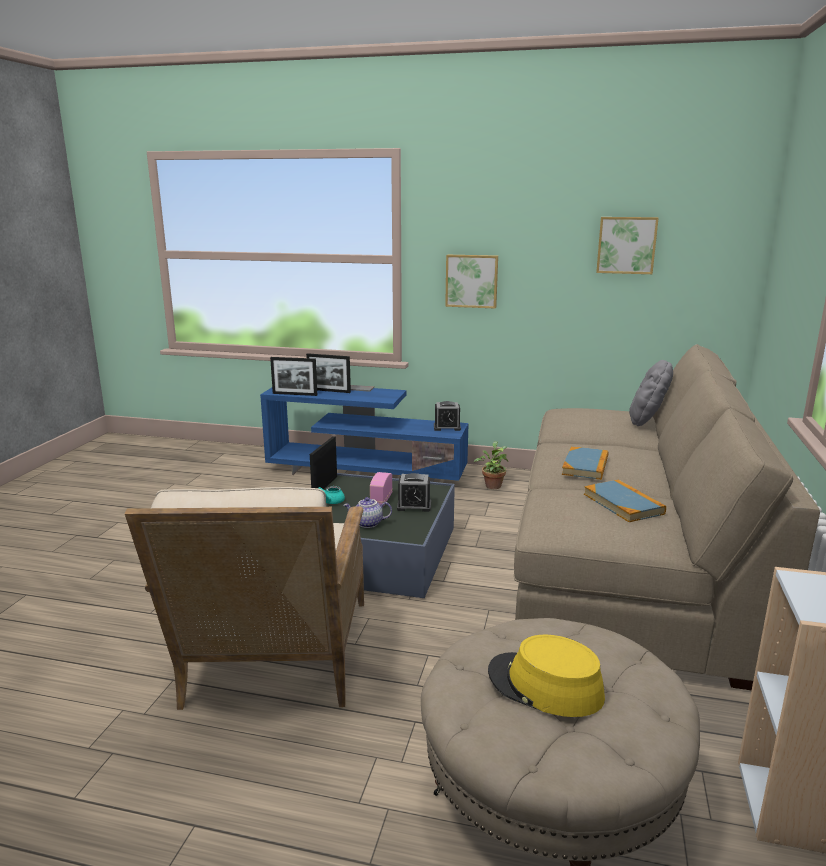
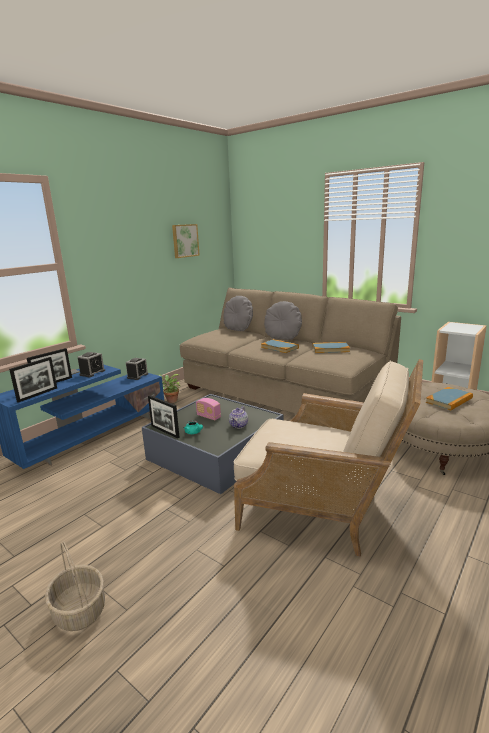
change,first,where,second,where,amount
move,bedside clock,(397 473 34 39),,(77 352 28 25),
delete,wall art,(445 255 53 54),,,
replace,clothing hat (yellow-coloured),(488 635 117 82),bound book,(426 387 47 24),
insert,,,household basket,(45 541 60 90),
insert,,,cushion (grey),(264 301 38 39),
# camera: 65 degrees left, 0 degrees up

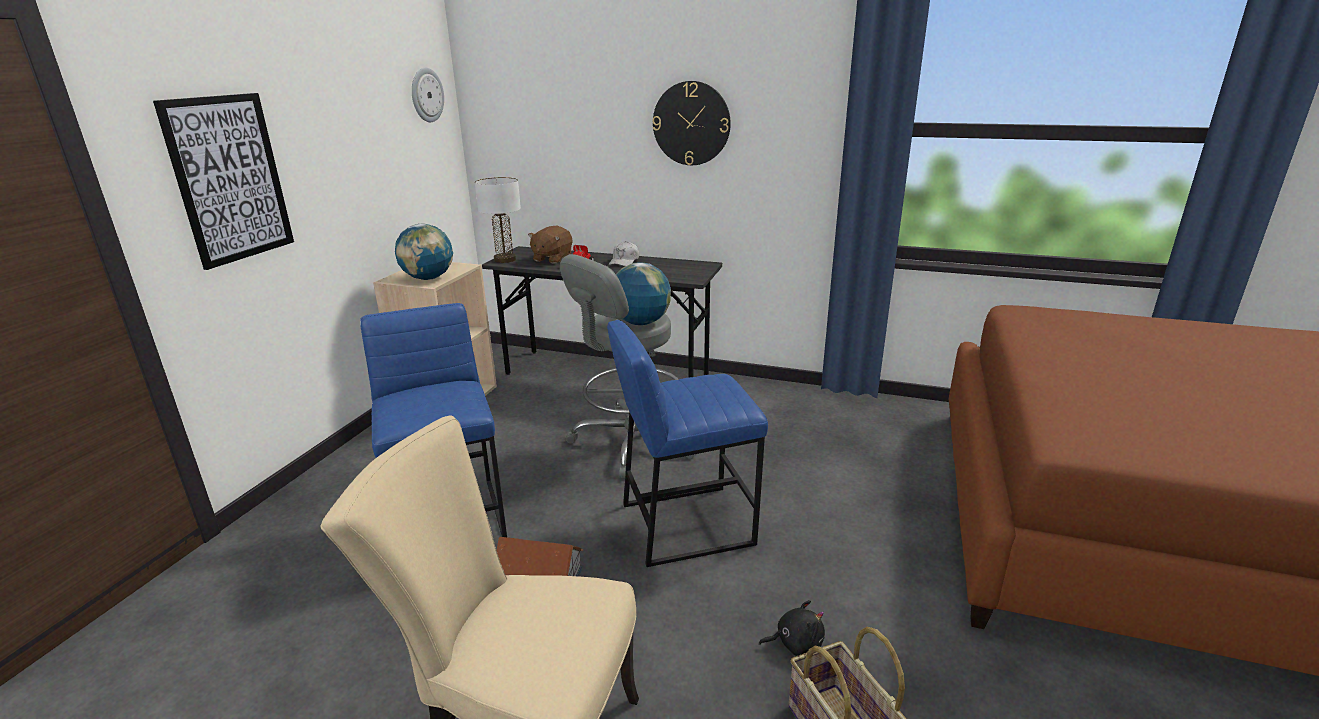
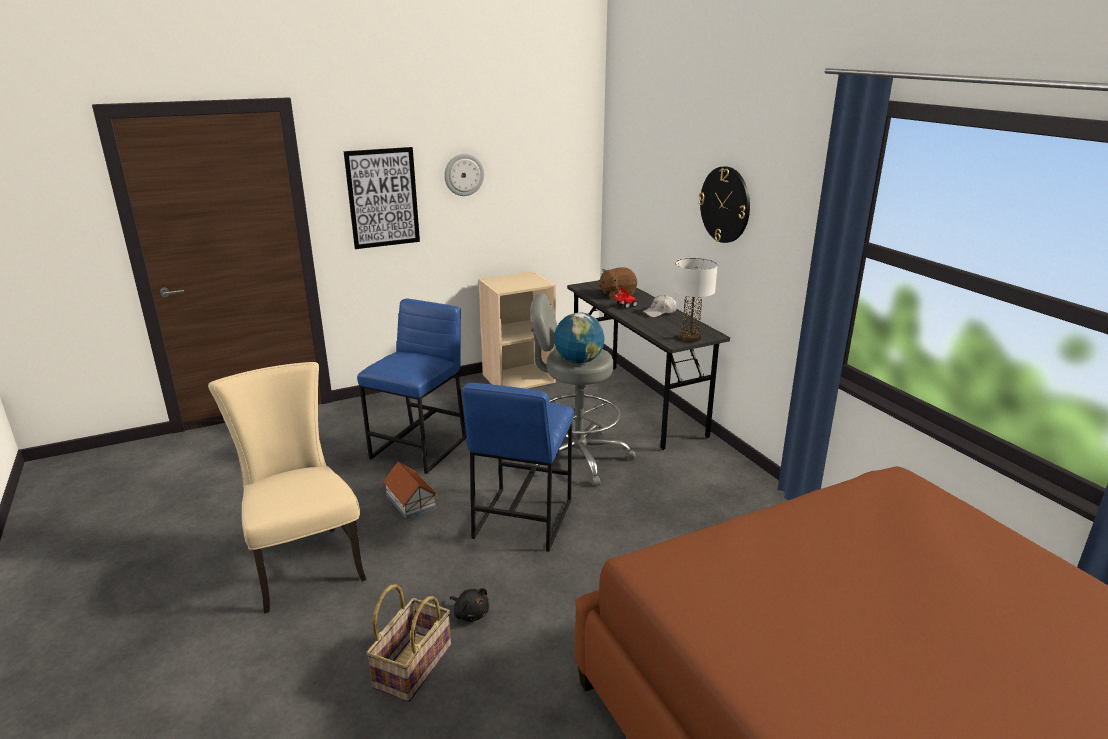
change,first,where,second,where,amount
delete,world globe,(395 224 58 56),,,
move,clock on the wall,(412 68 32 54),,(444 153 40 43),
move,tabletop lamp,(475 177 46 86),,(673 258 45 84),
rotate,plain chair (blue-coloured),(607 320 161 247),,(462 383 112 169),105 degrees counterclockwise
# camera: 45 degrees right, 0 degrees up

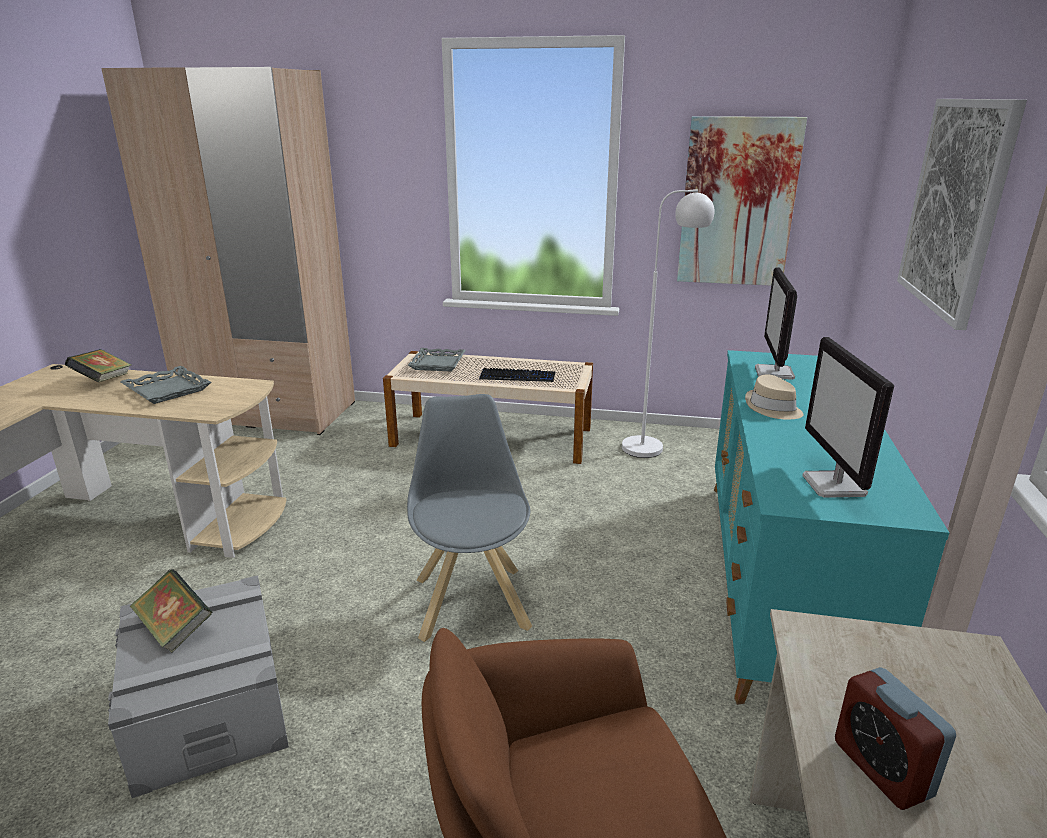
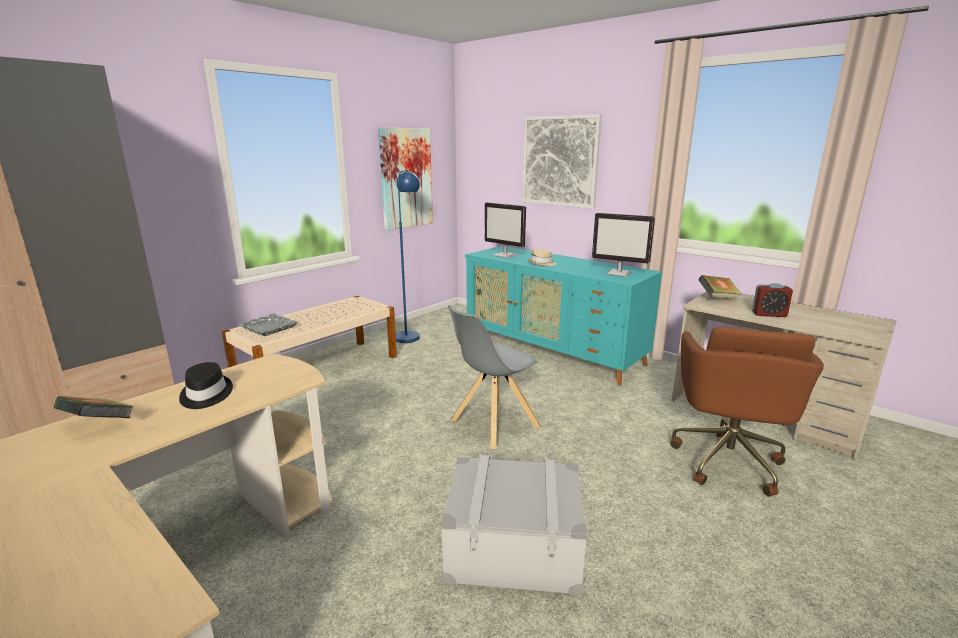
change,first,where,second,where,amount
replace,serving tray (grey),(121 366 90 38),clothing hat (black-coloured),(179 362 54 47),
move,bound book,(129 569 83 84),,(698 275 44 25),
rotate,plain chair (grey),(407 394 125 248),,(448 305 93 144),60 degrees counterclockwise
delete,computer keyboard,(479 368 76 14),,,
recolor,floor lamp (whitish),(622 189 92 269),floor lamp (blue-coloured),(396 170 24 173),
# camera: 60 degrees left, 5 degrees down

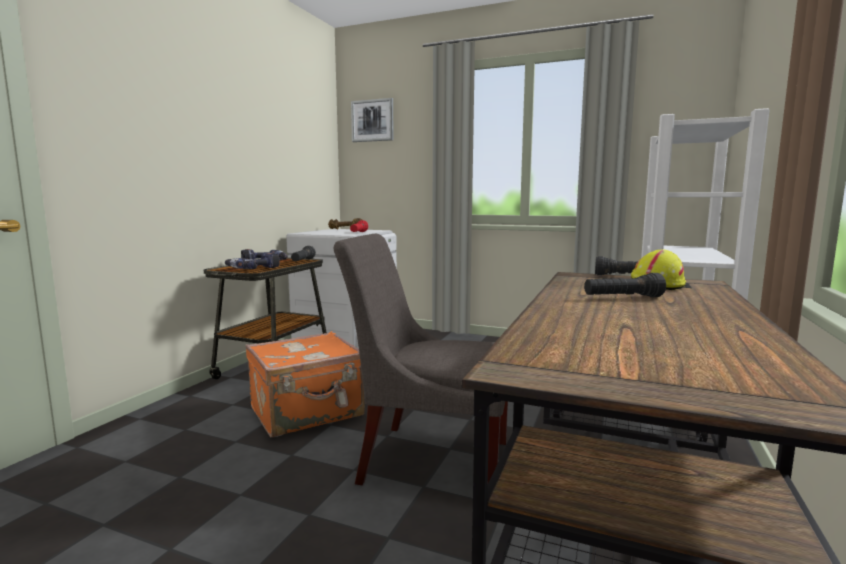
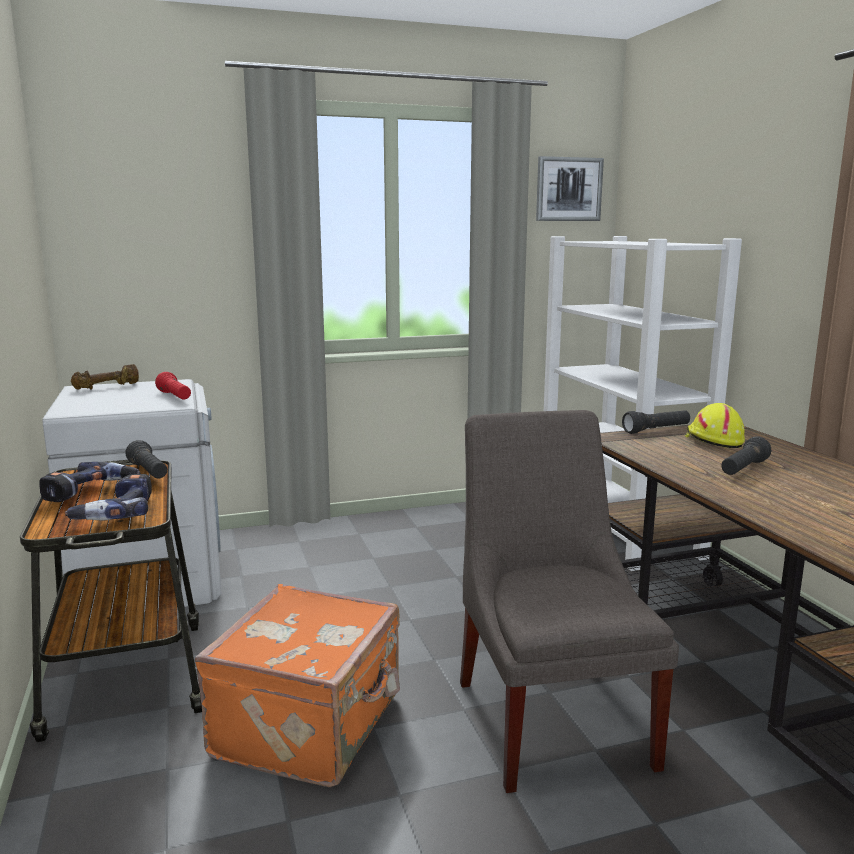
change,first,where,second,where,amount
rotate,plain chair (grey),(334 234 174 251),,(460 410 219 383),105 degrees clockwise
move,wall art,(351 98 43 44),,(536 156 68 65),
# camera: 40 degrees left, 5 degrees up

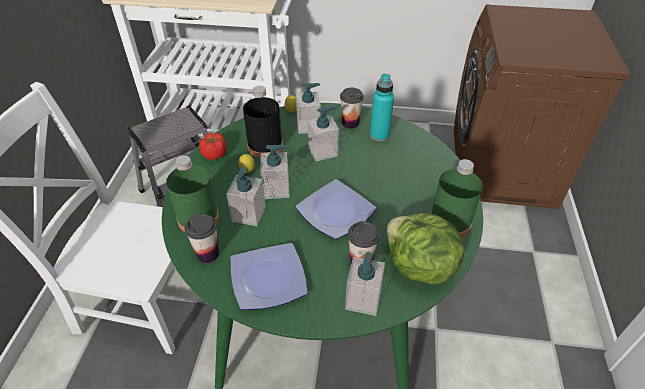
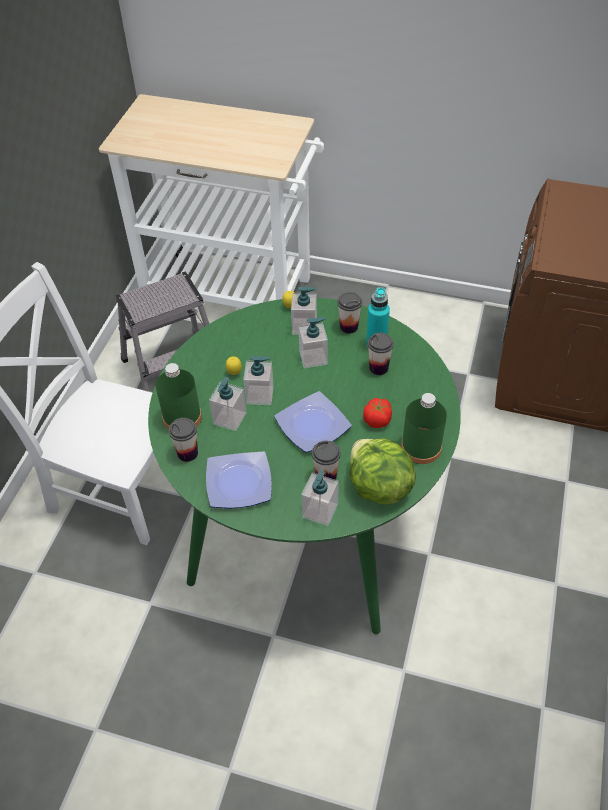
change,first,where,second,where,amount
move,tomato,(199 133 28 27),,(363 398 29 30),
delete,beverage bottle (black-coloured),(243 86 40 72),,,
insert,,,cup,(368 333 26 42),
# camera: 10 degrees right, 5 degrees up

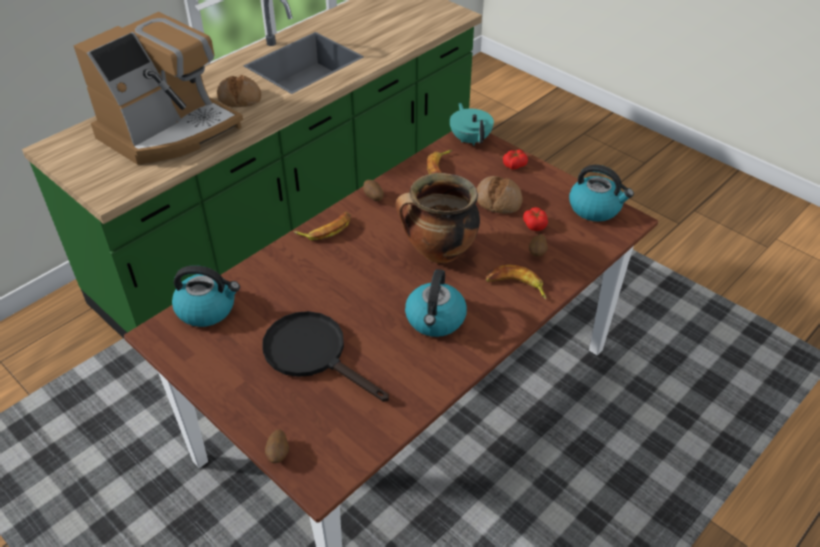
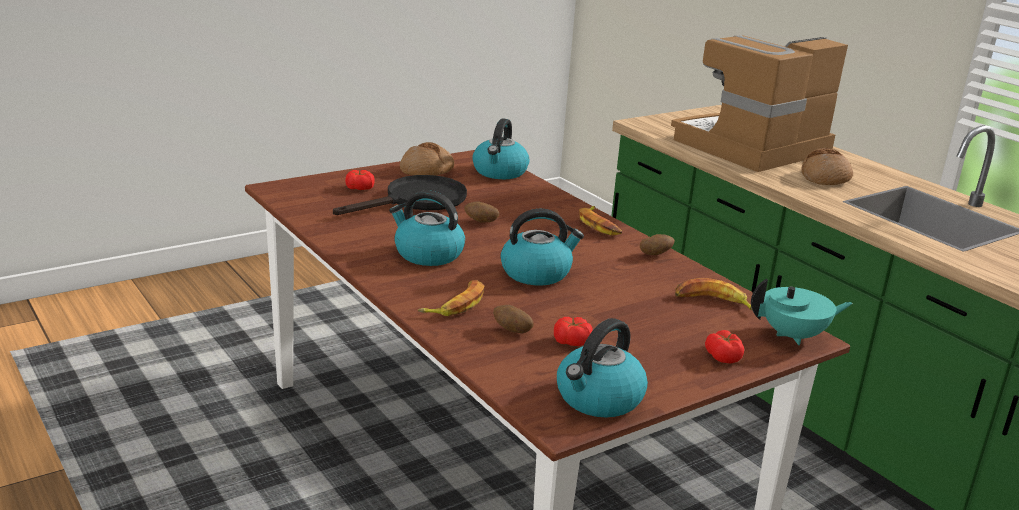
change,first,where,second,where,amount
rotate,coffee maker,(74 12 169 153),,(671 35 177 137),90 degrees clockwise
move,whole potato,(265 430 24 33),,(464 201 35 22),
replace,stockpot,(395 173 85 90),kettle,(500 209 84 76),
move,baked bread,(477 176 45 38),,(400 142 54 34),
insert,,,tomato,(345 170 30 20),
# camera: 100 degrees right, 20 degrees down

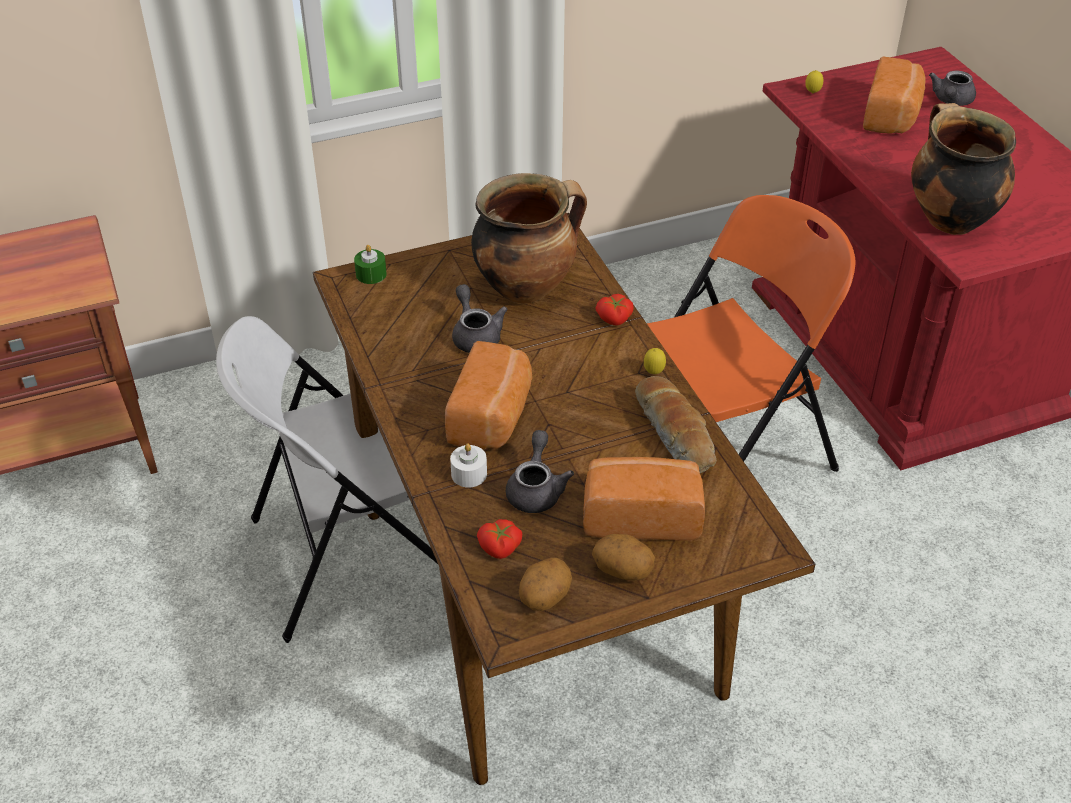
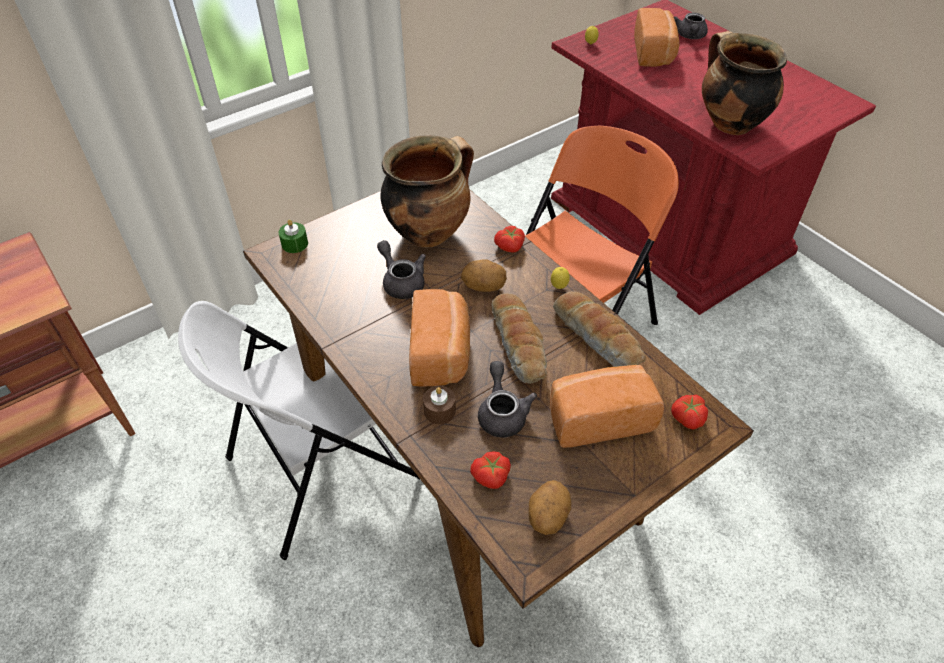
change,first,where,second,where,amount
recolor,wax light (whitish),(450 444 37 44),wax light (brownish),(423 386 33 38),
move,whole potato,(592 534 63 46),,(461 259 46 33),
insert,,,baked bread,(491 293 56 91),
insert,,,tomato,(671 395 37 35),
# camera: 15 degrees left, 5 degrees up

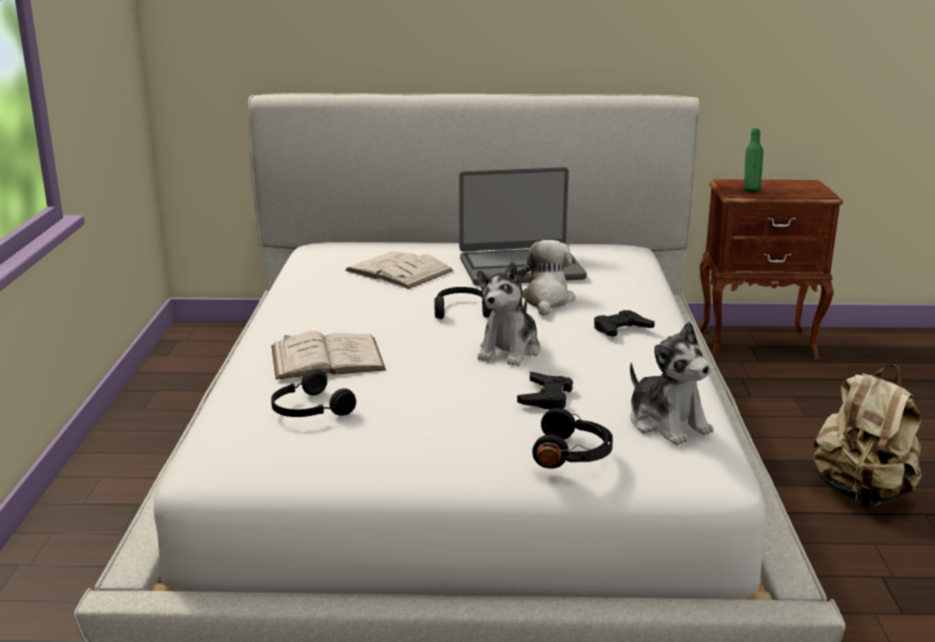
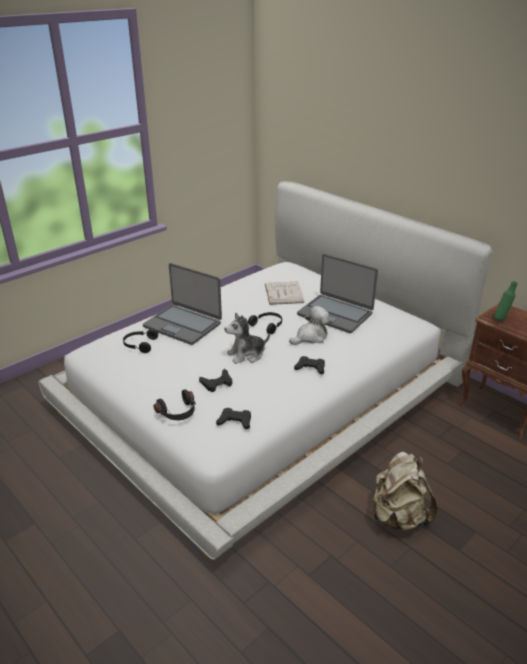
change,first,where,second,where,amount
replace,bound book (whitish),(271 331 115 48),laptop,(143 263 79 82),
replace,plush toy,(630 322 84 123),gamepad (black-coloured),(216 408 35 21),
# camera: 45 degrees right, 10 degrees up

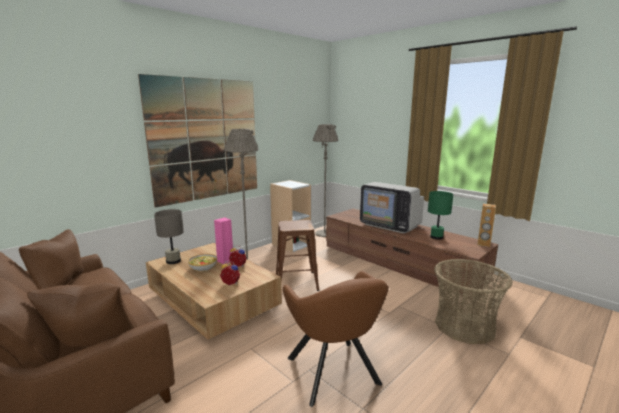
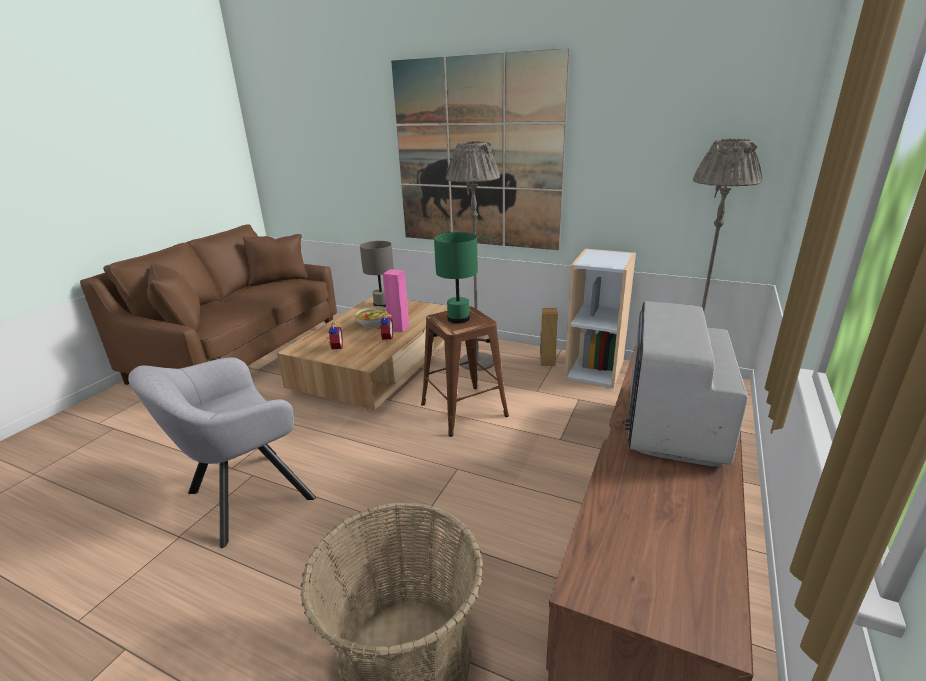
change,first,where,second,where,amount
recolor,easy chair (brownish),(283 271 106 136),easy chair (grey),(128 357 188 191),
move,tabletop lamp (green-coloured),(428 191 25 49),,(434 232 44 91),
move,audio speaker (brownish),(478 204 18 43),,(540 308 18 58),
# camera: 70 degrees right, 10 degrees up

